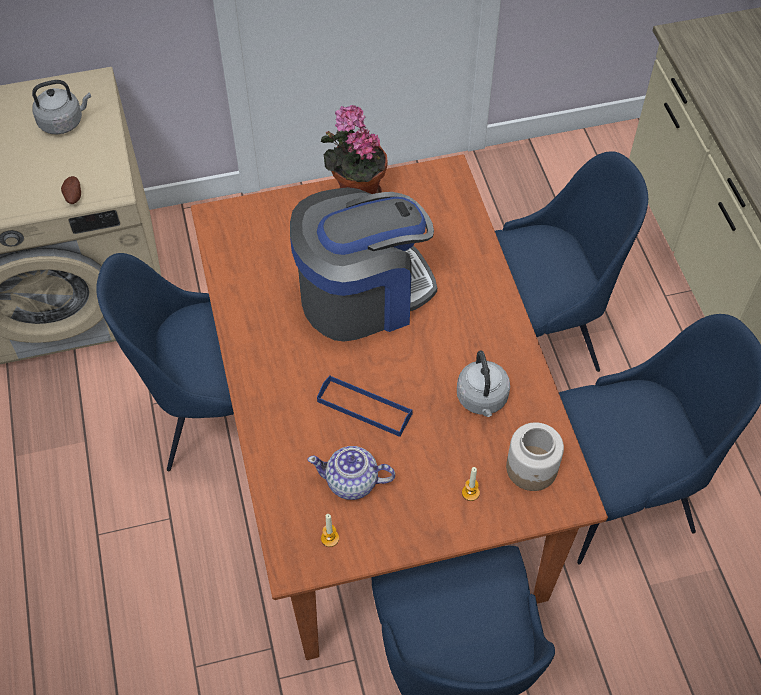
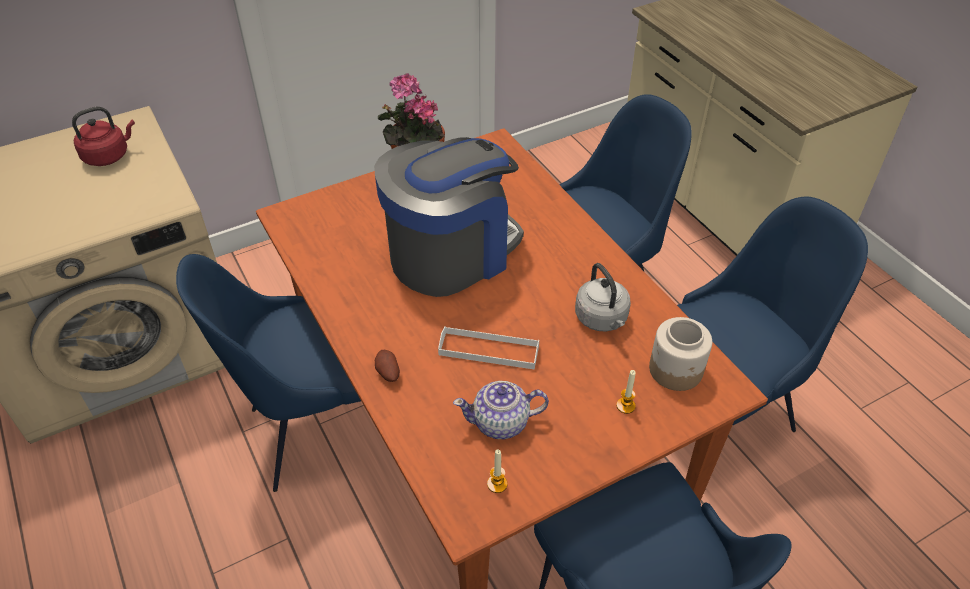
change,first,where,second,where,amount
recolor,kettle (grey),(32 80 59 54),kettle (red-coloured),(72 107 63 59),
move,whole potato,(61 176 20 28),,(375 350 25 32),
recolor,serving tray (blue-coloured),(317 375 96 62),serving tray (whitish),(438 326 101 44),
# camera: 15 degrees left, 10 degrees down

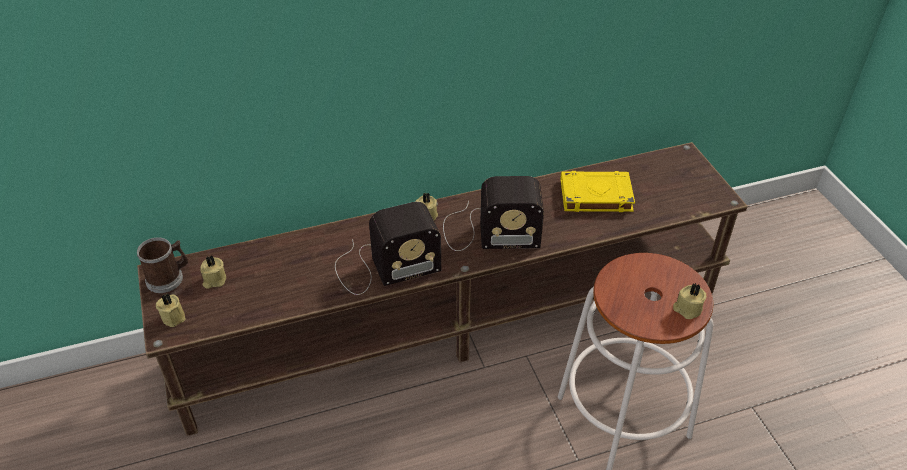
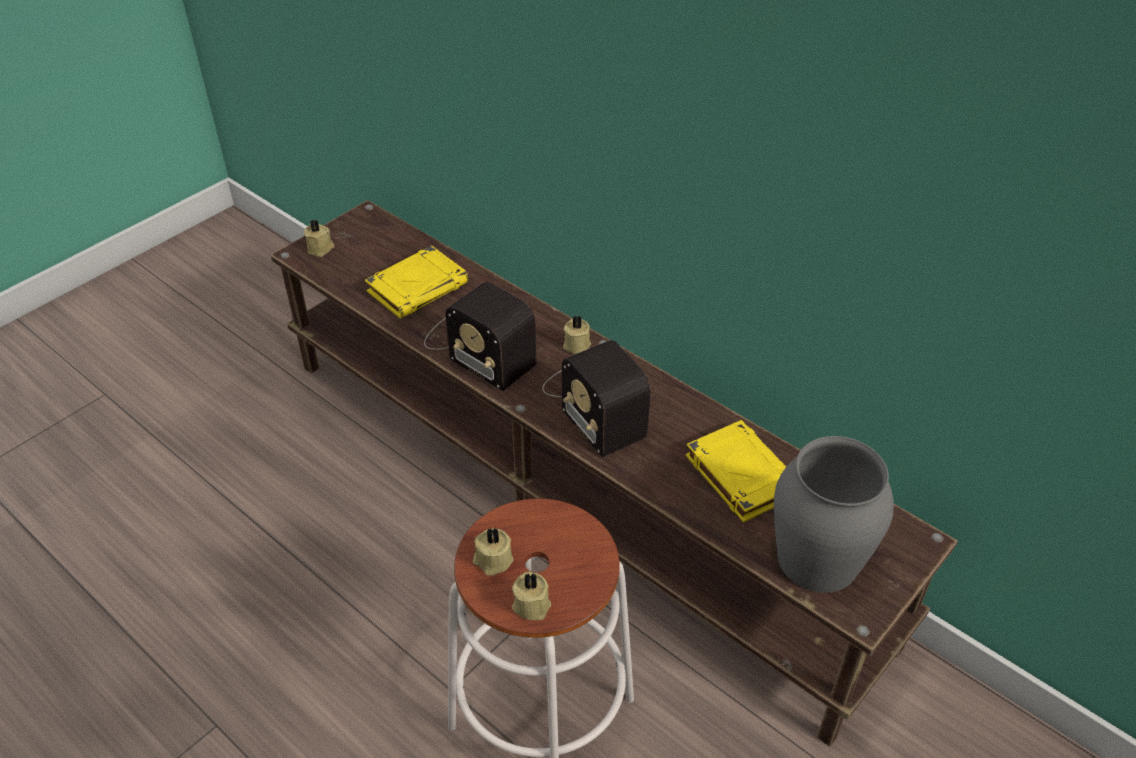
change,first,where,second,where,amount
delete,mug,(137 237 51 56),,,
move,wax light (sand-coloured),(200 255 26 34),,(473 527 41 49),
insert,,,bound book (yellow-coloured),(365 246 104 73),
insert,,,flower vase (grey),(774 436 120 157),
# camera: 60 degrees right, 0 degrees up

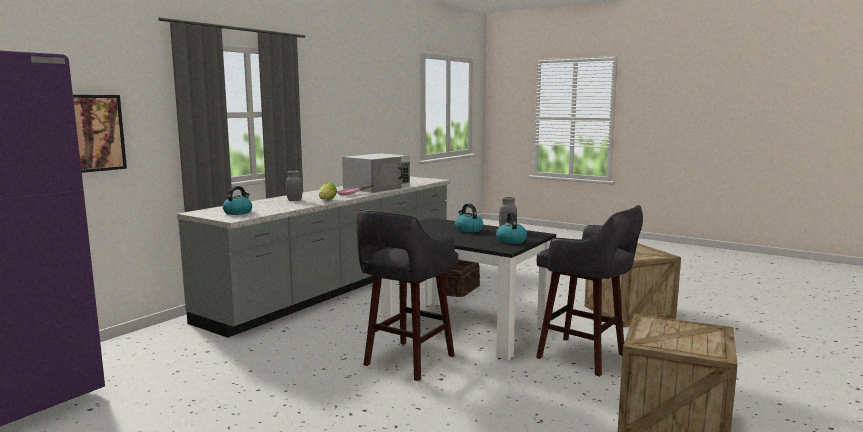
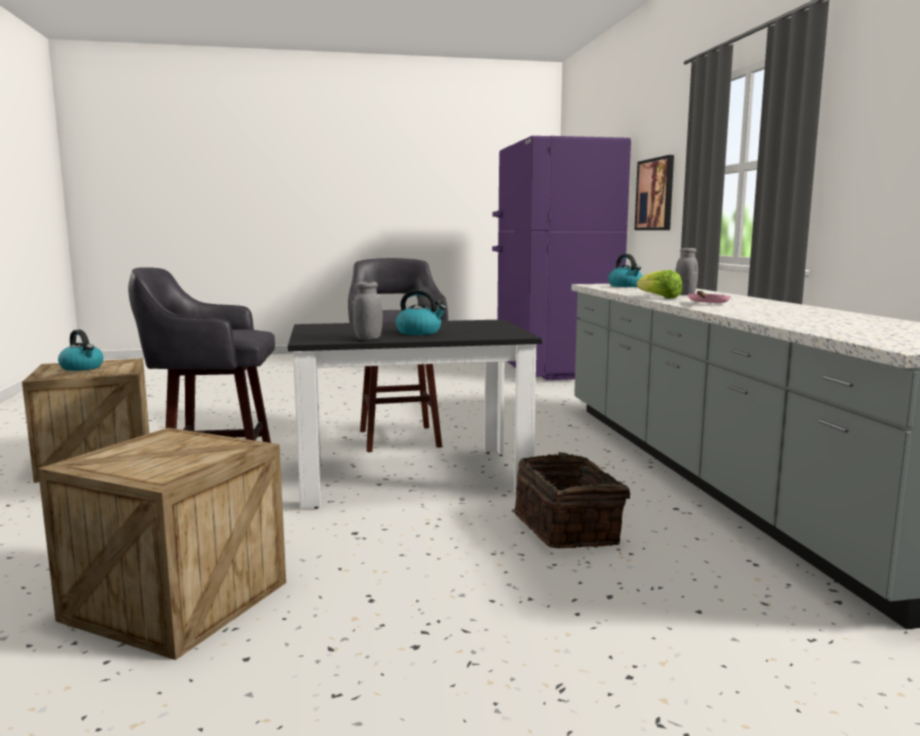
change,first,where,second,where,amount
delete,kitchen microwave (whitish),(342 153 68 40),,,
move,kettle,(496 212 31 32),,(58 329 45 42),
# camera: 135 degrees right, 0 degrees up

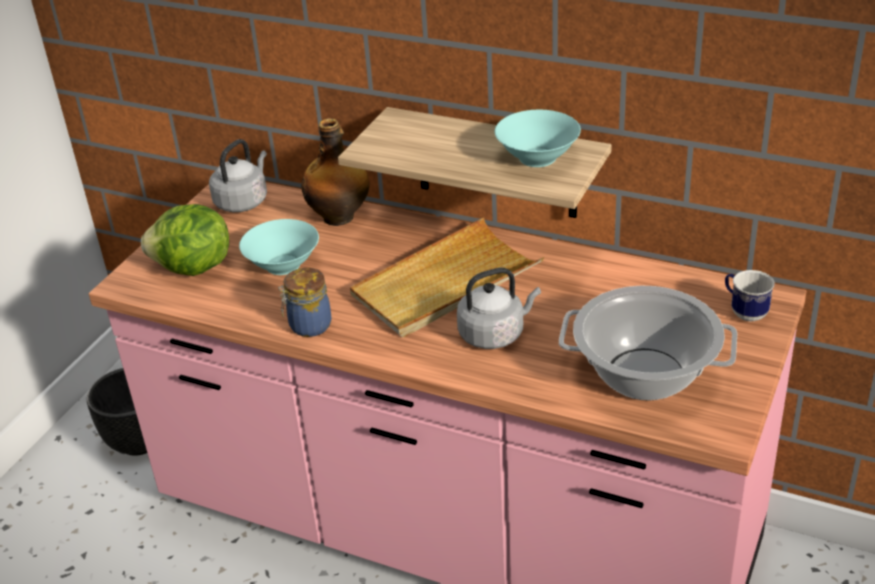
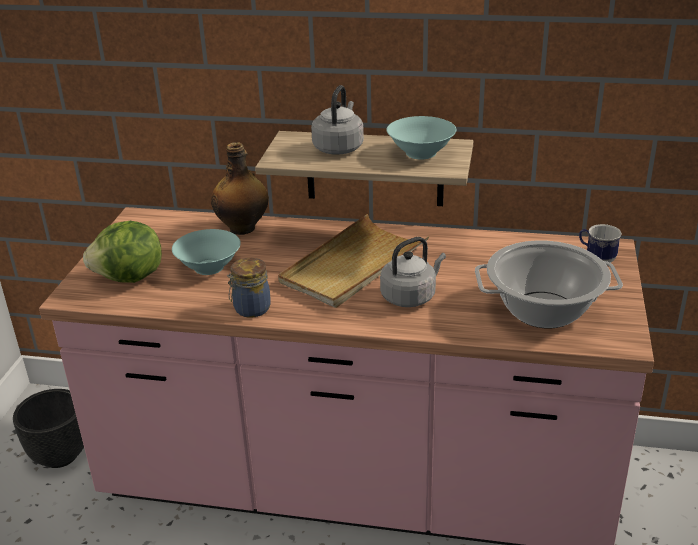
change,first,where,second,where,amount
move,kettle (grey),(209 139 58 73),,(311 85 53 70),
# camera: 15 degrees left, 5 degrees down

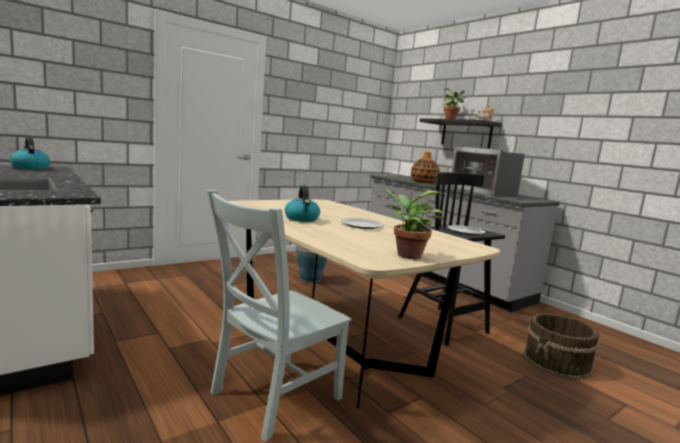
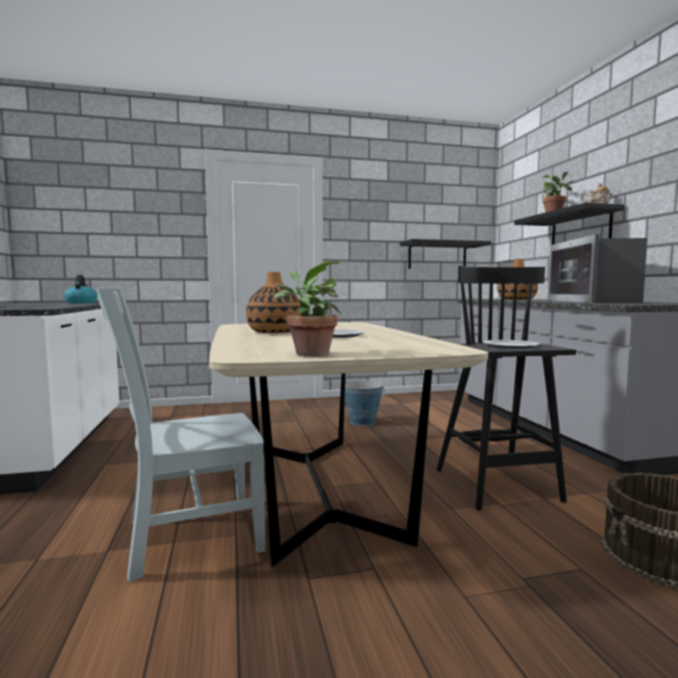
change,first,where,second,where,amount
replace,kettle,(285 185 35 37),flower vase,(246 272 57 61),
insert,,,bracket shelf (black-coloured),(400 239 91 30),
# camera: 25 degrees right, 5 degrees down

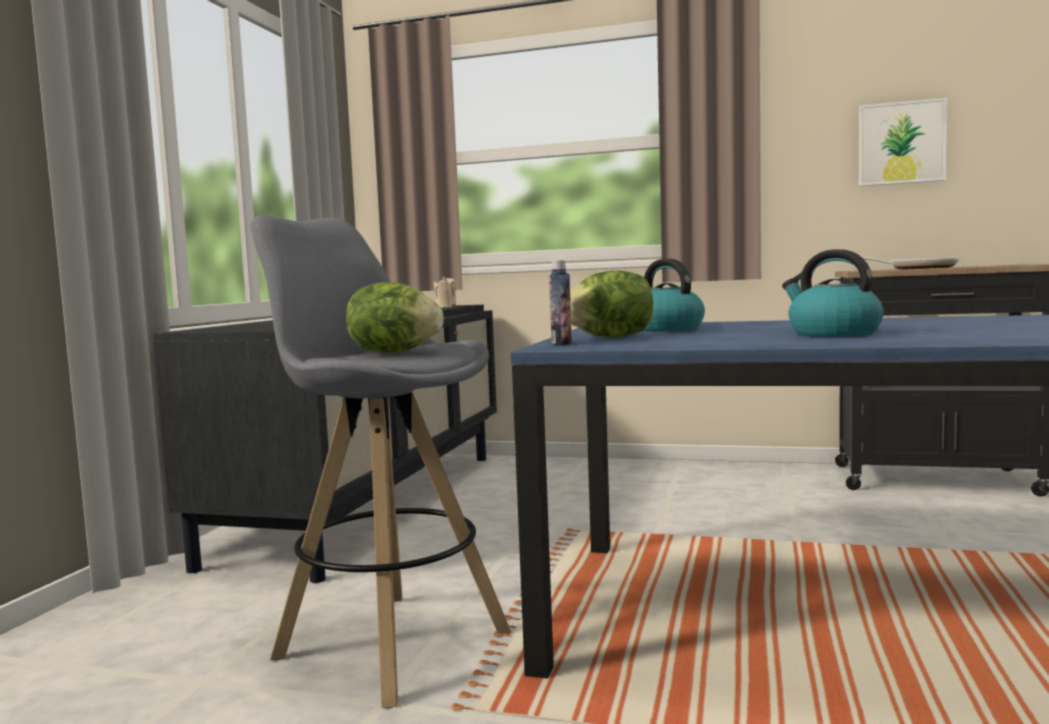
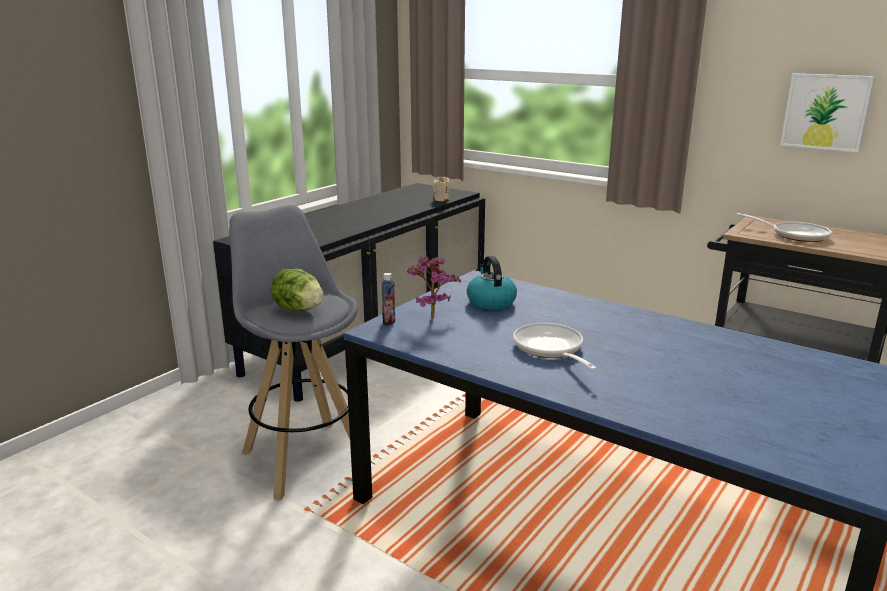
change,first,where,second,where,amount
replace,lettuce head,(570 270 83 68),potted plant,(406 256 55 62),
replace,kettle,(782 249 102 88),pan,(513 323 84 47),
# camera: 20 degrees right, 15 degrees up

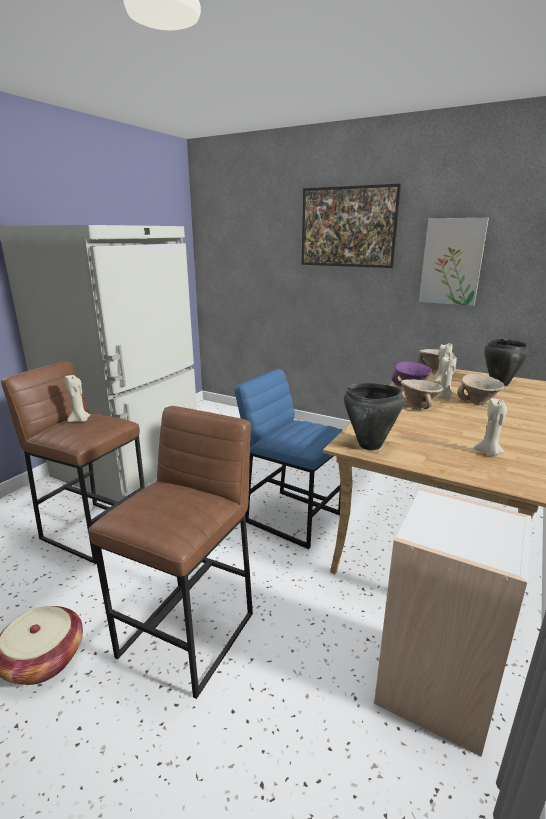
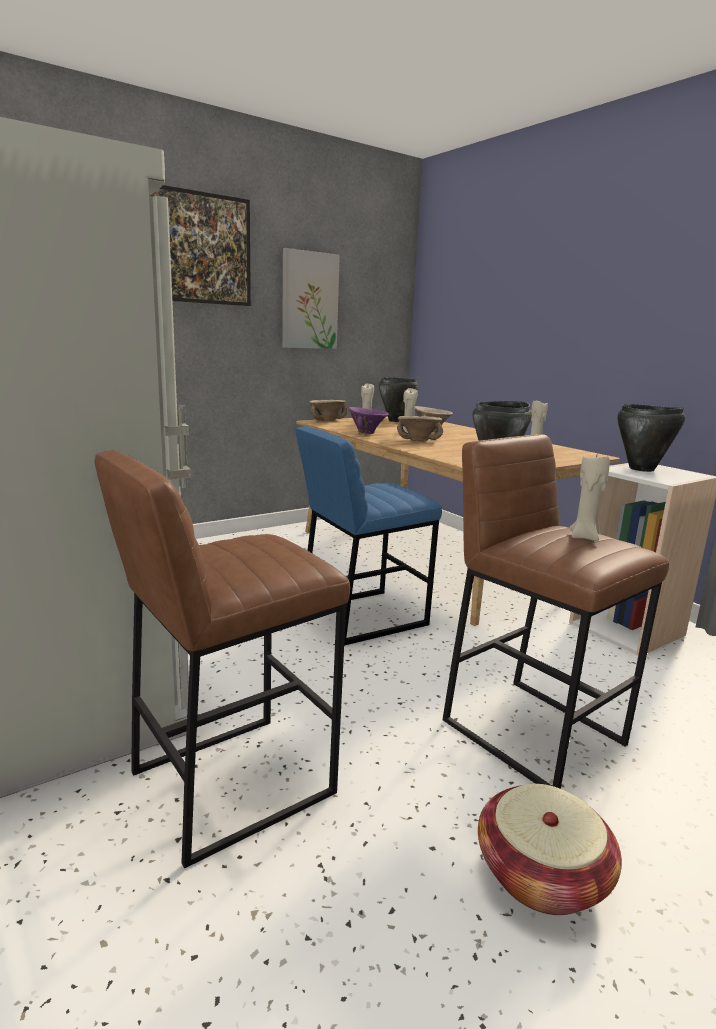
change,first,where,second,where,amount
move,wax light (sand-coloured),(65 375 25 47),,(570 455 40 86),
insert,,,stockpot (black-coloured),(617 404 68 68),
# camera: 65 degrees left, 5 degrees down

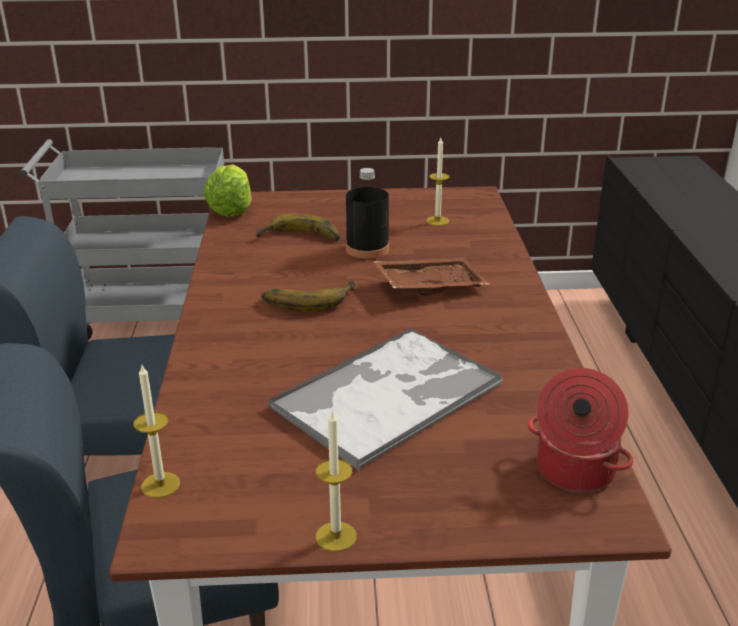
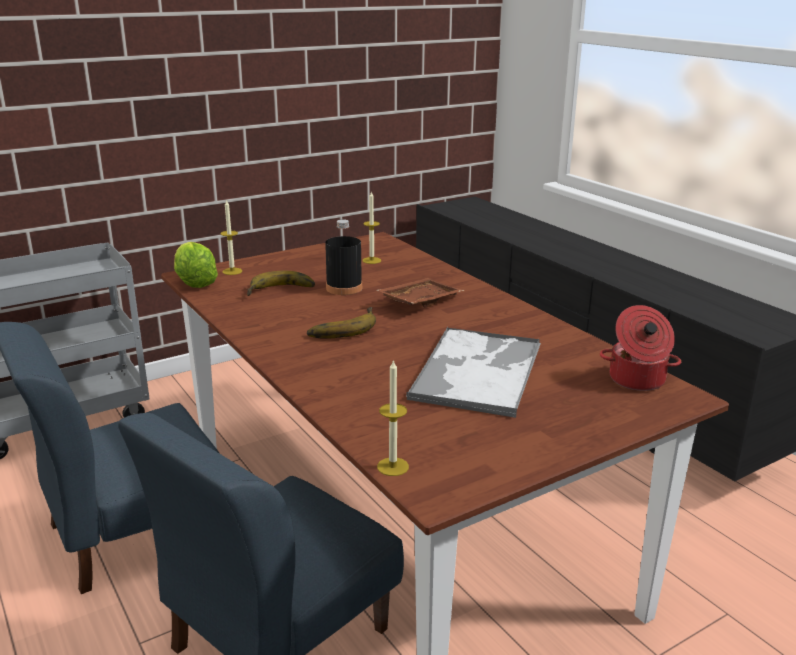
change,first,where,second,where,amount
move,wax light,(316 409 41 143),,(221 199 21 76),
# camera: 30 degrees left, 5 degrees down

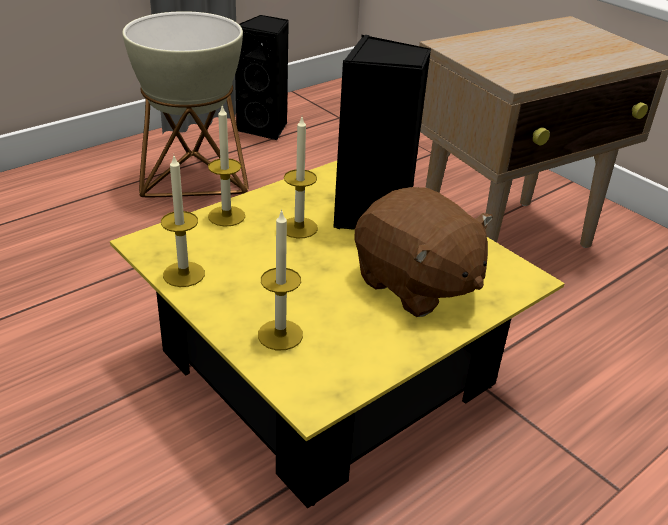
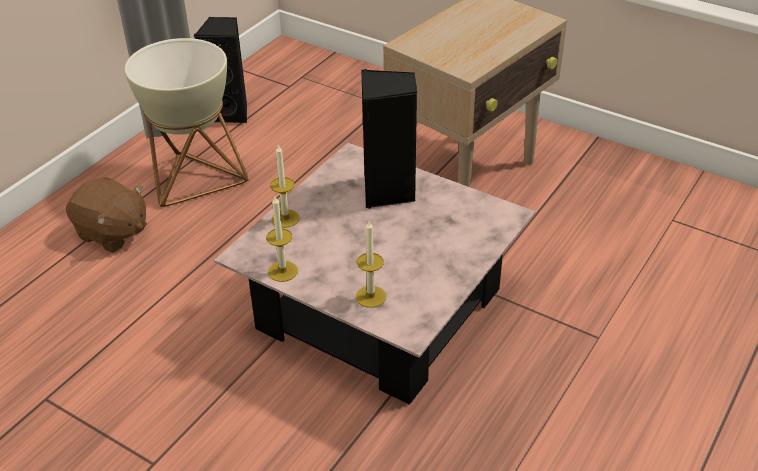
change,first,where,second,where,amount
recolor,coffee table (yellow-coloured),(110 161 455 347),coffee table (pink-coloured),(214 143 321 262),
delete,wax light,(284 117 34 122),,,
move,plush toy (brownish),(354 187 139 130),,(66 177 81 76),
# camera: 15 degrees left, 5 degrees up

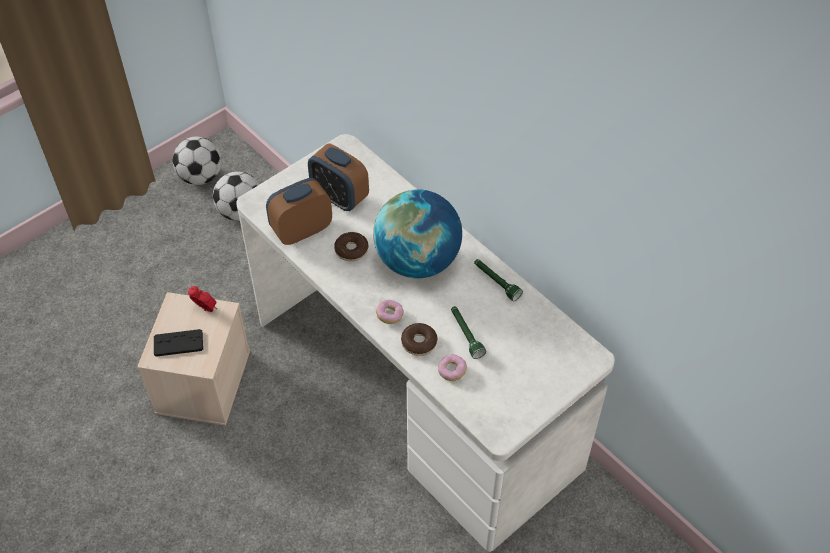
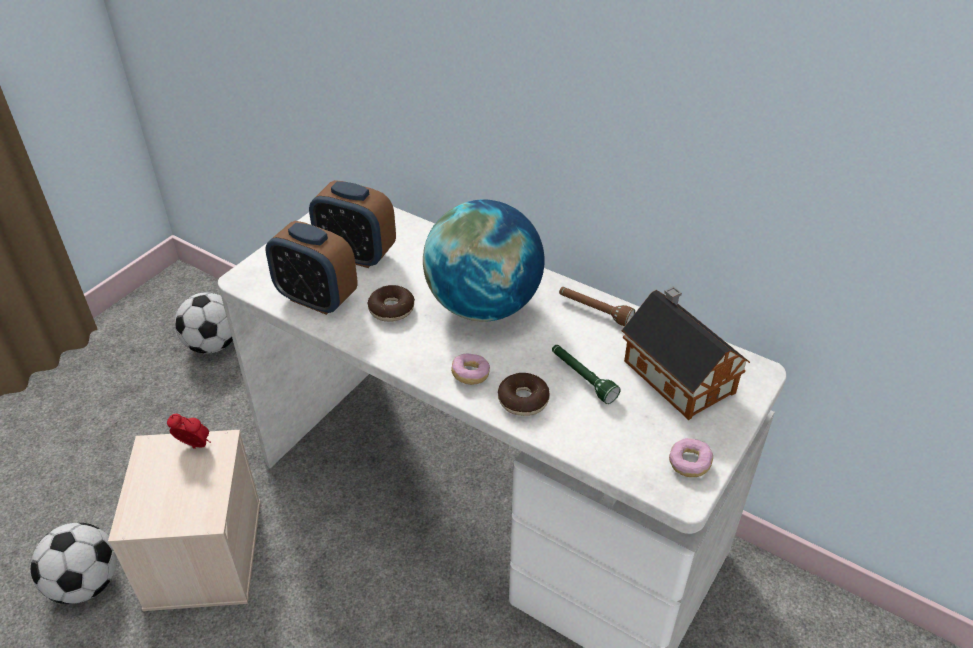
change,first,where,second,where,amount
delete,gamepad (black-coloured),(154 329 49 28),,,
move,football,(173 137 48 48),,(31 523 86 81),
rotate,bedside clock,(266 178 66 67),,(265 221 93 94),105 degrees counterclockwise
move,doughnut,(438 354 29 27),,(669 438 44 39),
recolor,torch (green-coloured),(474 259 49 42),torch (brownish),(559 287 76 40),
insert,,,toy house,(622 286 128 134),
# camera: 15 degrees left, 10 degrees down

